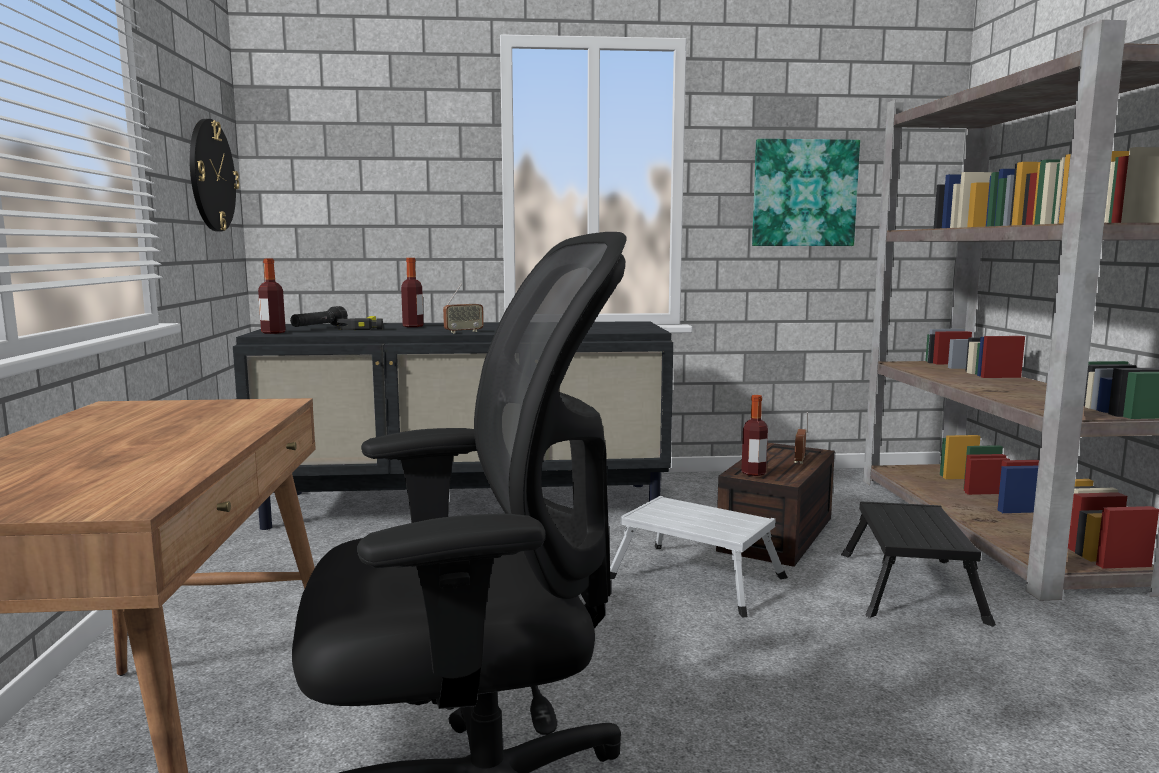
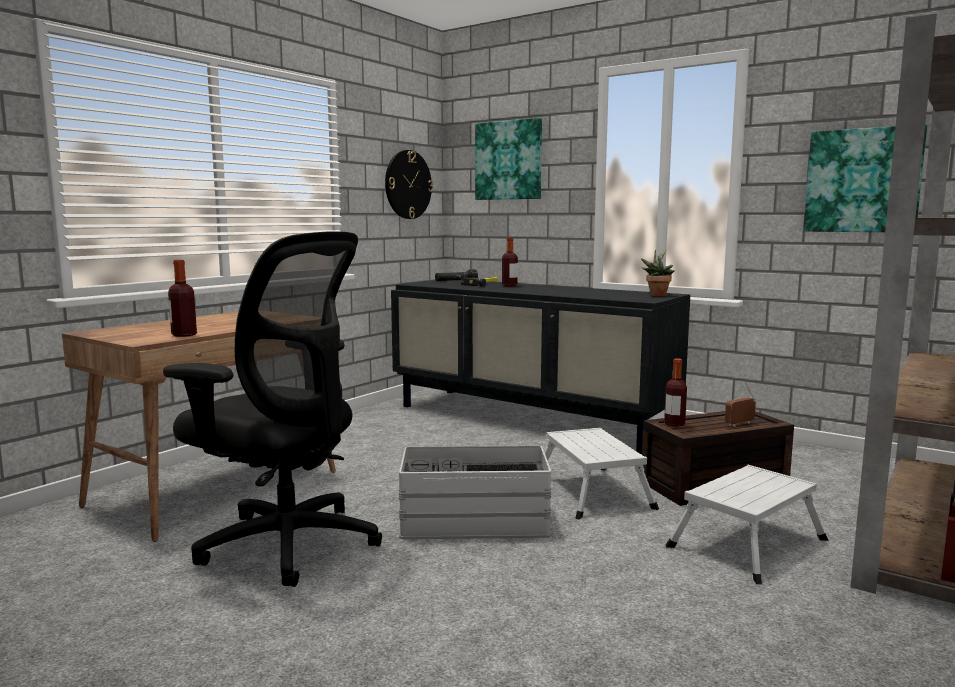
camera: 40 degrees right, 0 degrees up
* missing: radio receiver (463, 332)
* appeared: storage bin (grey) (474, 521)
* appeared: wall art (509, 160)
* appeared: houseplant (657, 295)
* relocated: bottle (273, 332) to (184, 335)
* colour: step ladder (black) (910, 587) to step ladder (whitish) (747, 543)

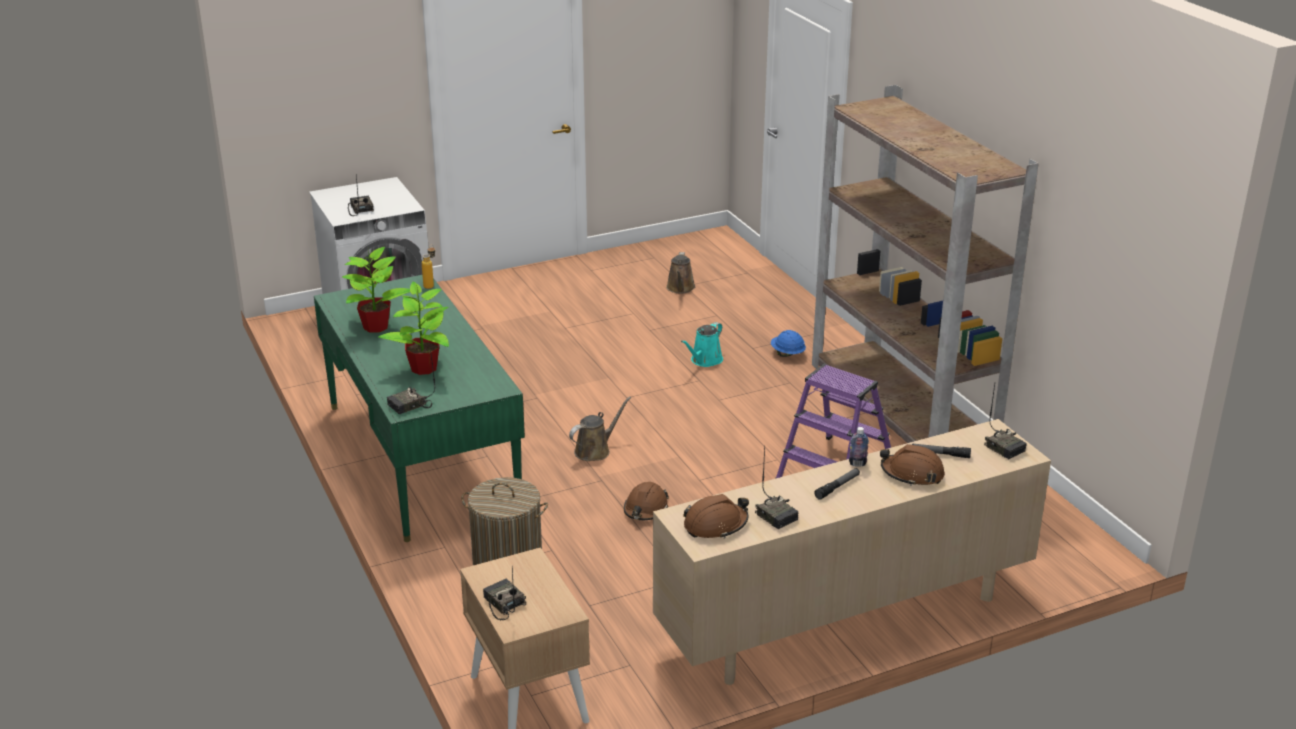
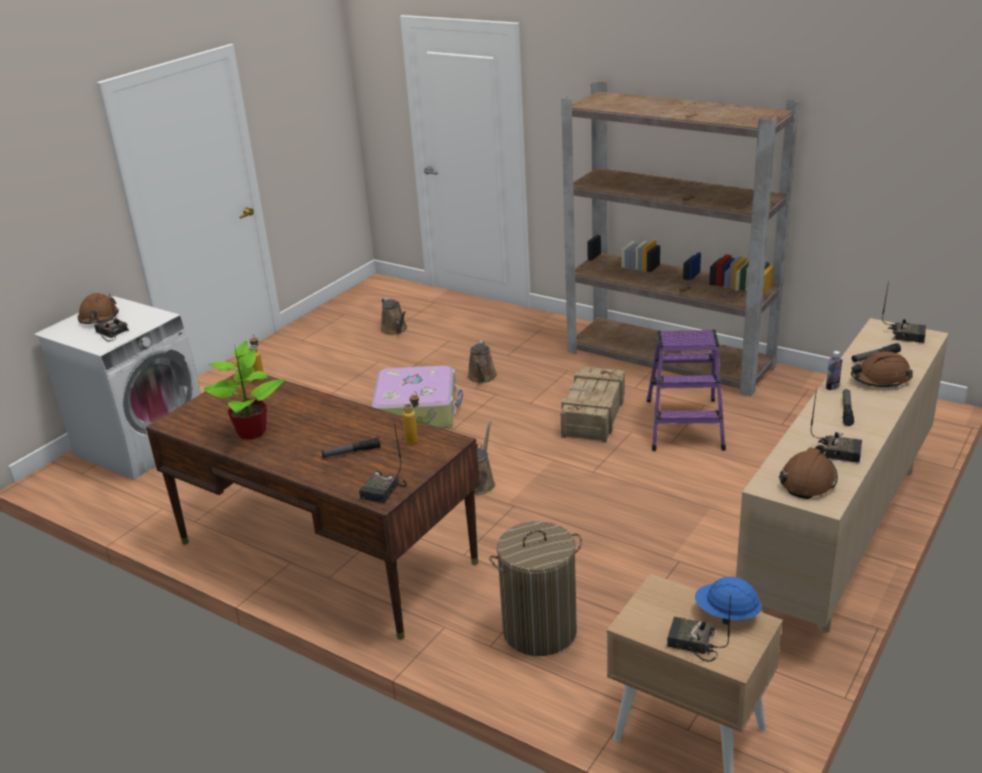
camera: 30 degrees left, 0 degrees up
* appeared: travel case (417, 410)
* appeared: bottle (414, 439)
* appeared: crate (593, 415)
* relocated: hard hat (brown-coloured) (645, 509) to (99, 318)
* relocated: hard hat (blue-coloured) (787, 354) to (726, 614)
* exchanged: houseplant (423, 368) to flashlight (351, 452)
* colour: desk (greenish) (421, 457) to desk (brown-coloured) (326, 552)
* colour: watering can (turquoise) (704, 361) to watering can (brown-coloured) (482, 377)

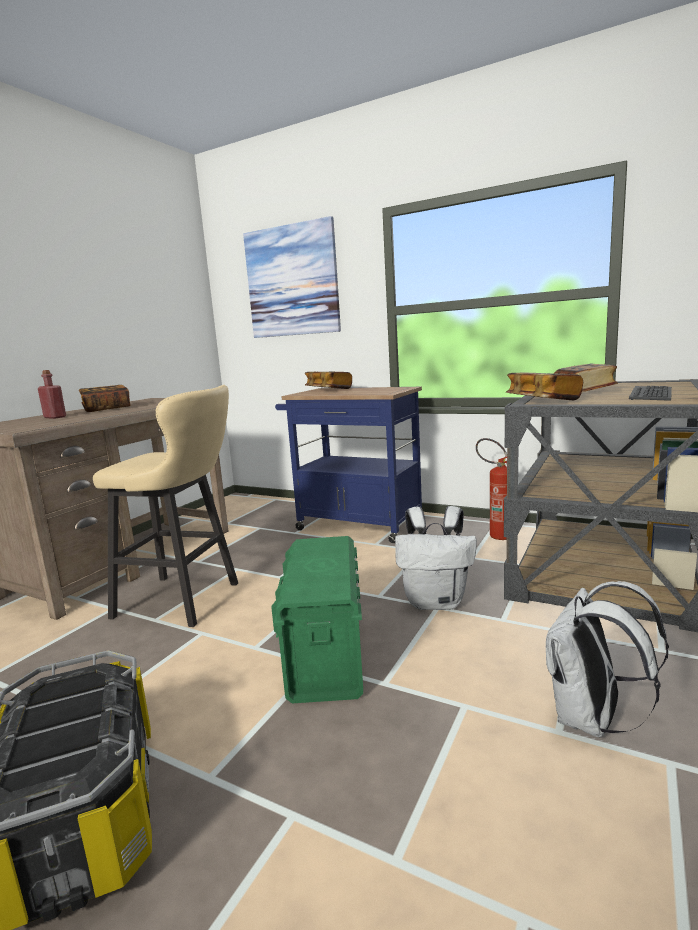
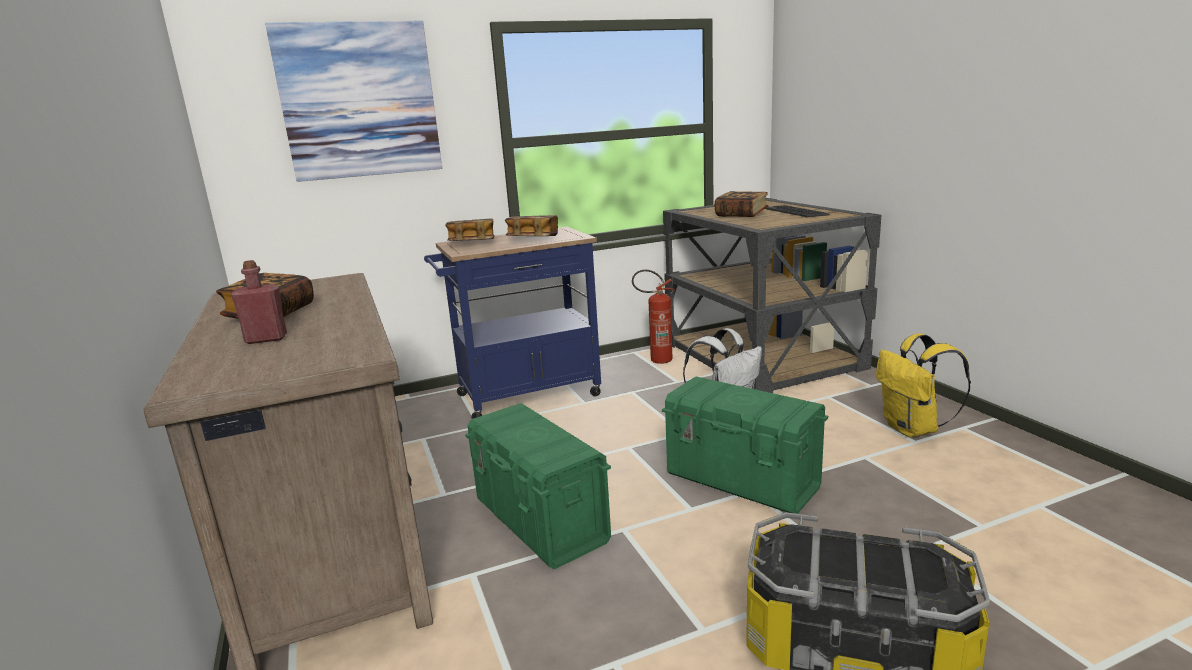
camera: 50 degrees left, 5 degrees up
* relocated: bound book (543, 400) to (533, 239)
* exchanged: stool seat (sand-coloured) (189, 601) to storage bin (greenish) (540, 521)
* colour: knapsack (whitish) (591, 719) to knapsack (yellowish) (913, 429)

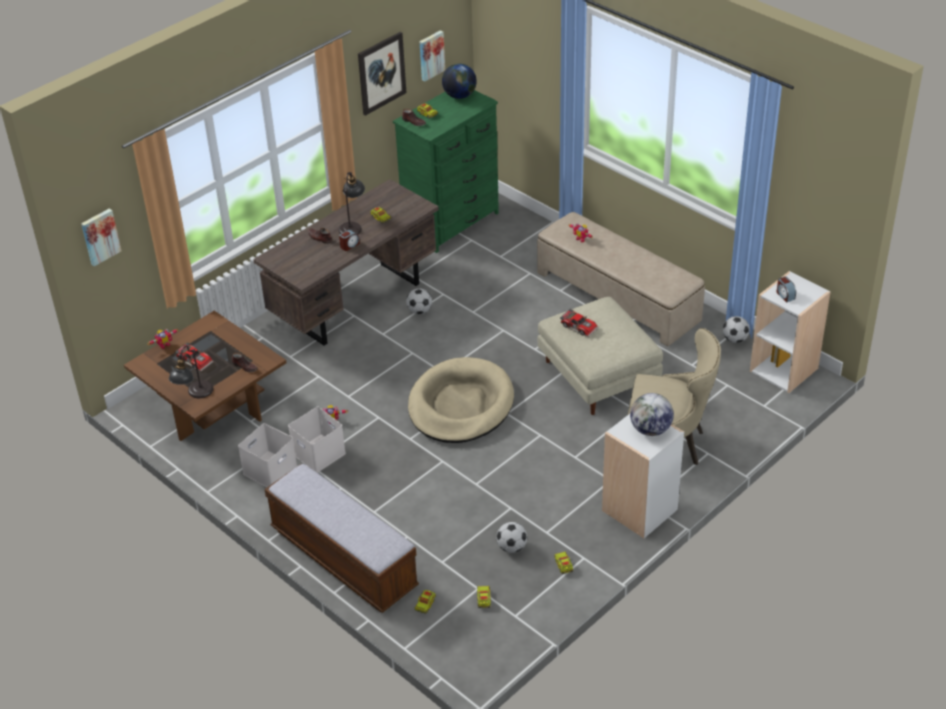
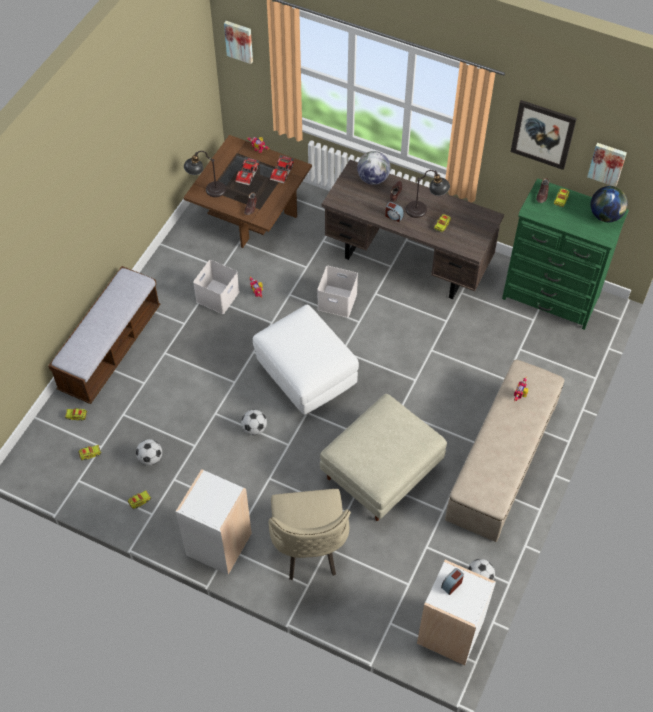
camera: 70 degrees right, 15 degrees up
* relocated: storage bin (whitish) (270, 469) to (338, 300)
* relocated: football ball (419, 311) to (254, 428)
* relocated: model car (579, 326) to (283, 172)
* relocated: globe (650, 430) to (373, 179)
* exchanged: pet bed (sand-coloured) (460, 405) to ottoman (whitish) (305, 375)

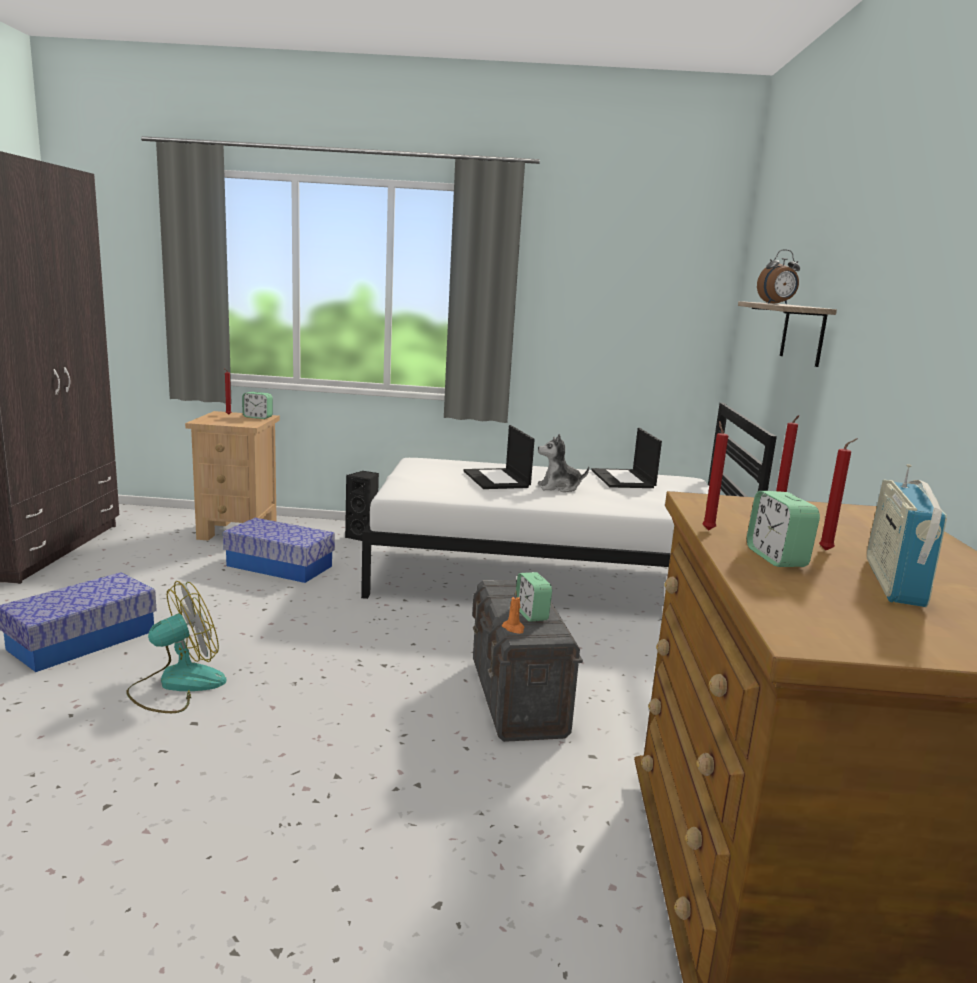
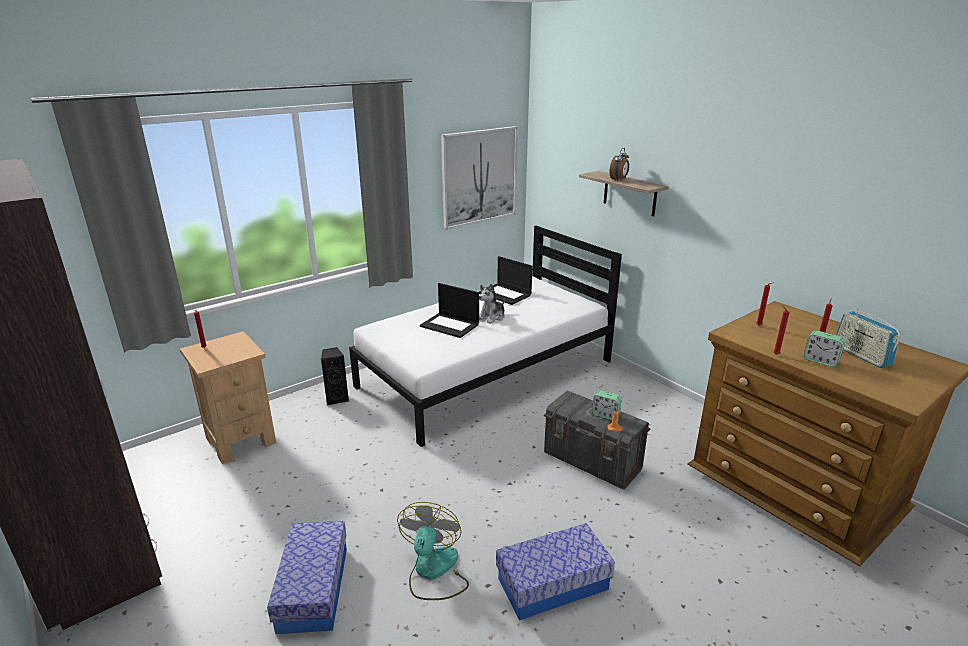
camera: 40 degrees left, 10 degrees up
* missing: bedside clock (257, 417)
* appeared: wall art (479, 176)
* relocated: storage bin (280, 566) to (553, 583)

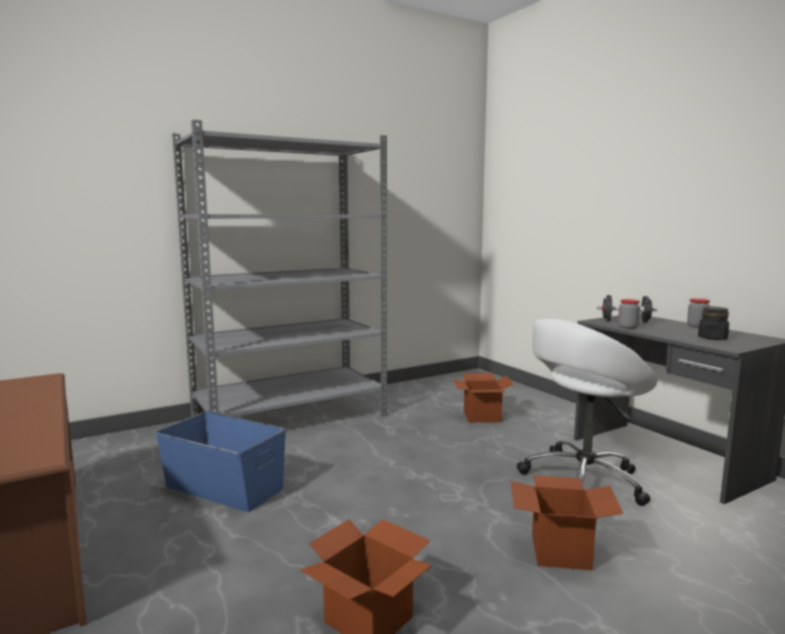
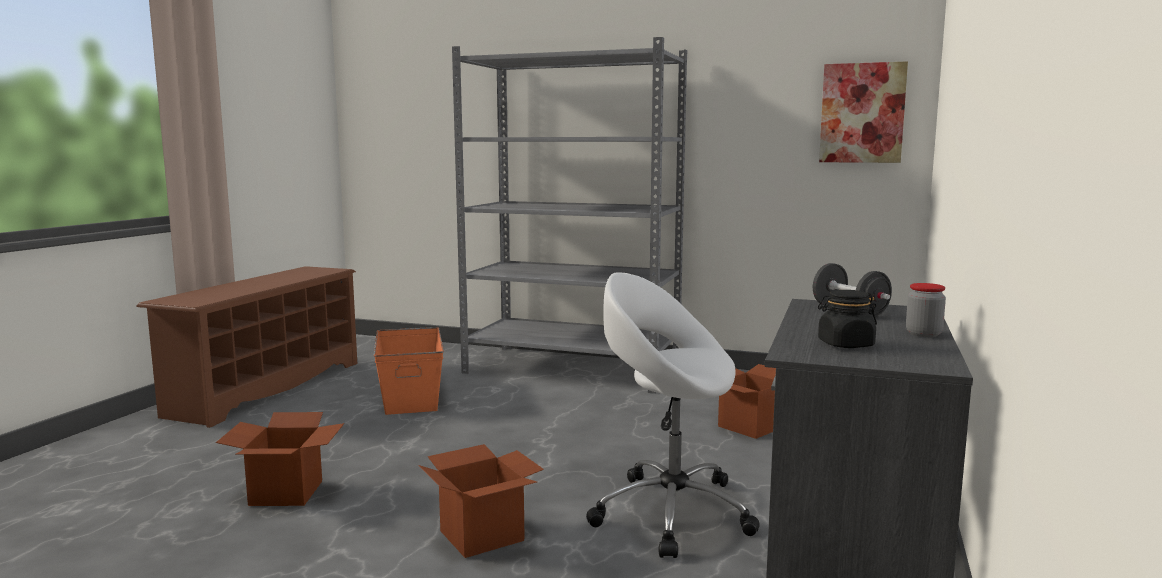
camera: 50 degrees right, 0 degrees up
* missing: preserve jar (628, 327)
* appeared: wall art (862, 113)
* colour: storage bin (blue-coloured) (224, 487) to storage bin (orangey) (411, 395)

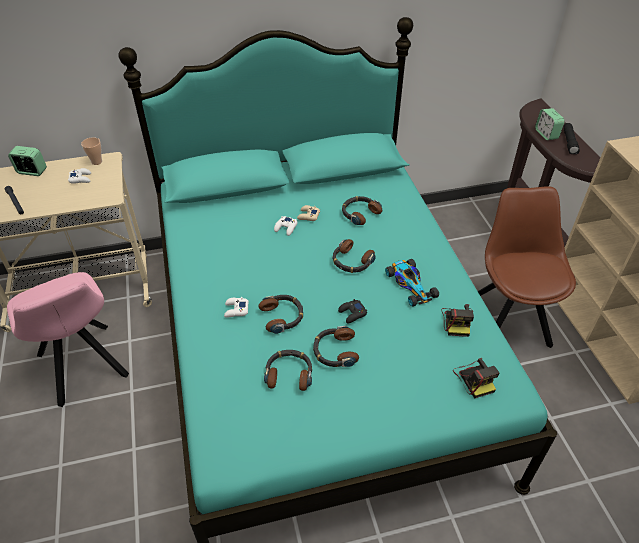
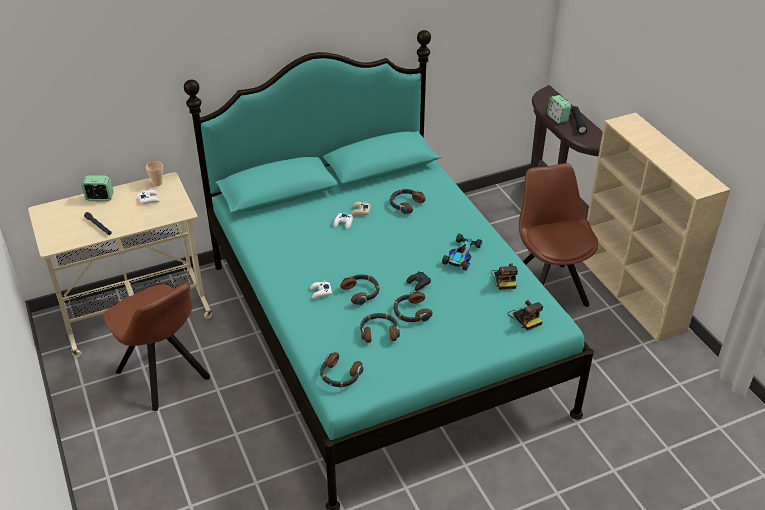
camera: 10 degrees left, 5 degrees down
* relocated: pair of headphones (351, 261) to (340, 375)
* colour: upright chair (pinkish) (83, 365) to upright chair (brown-coloured) (164, 375)
* spun: model car (410, 284) = (461, 256) 120 degrees counterclockwise

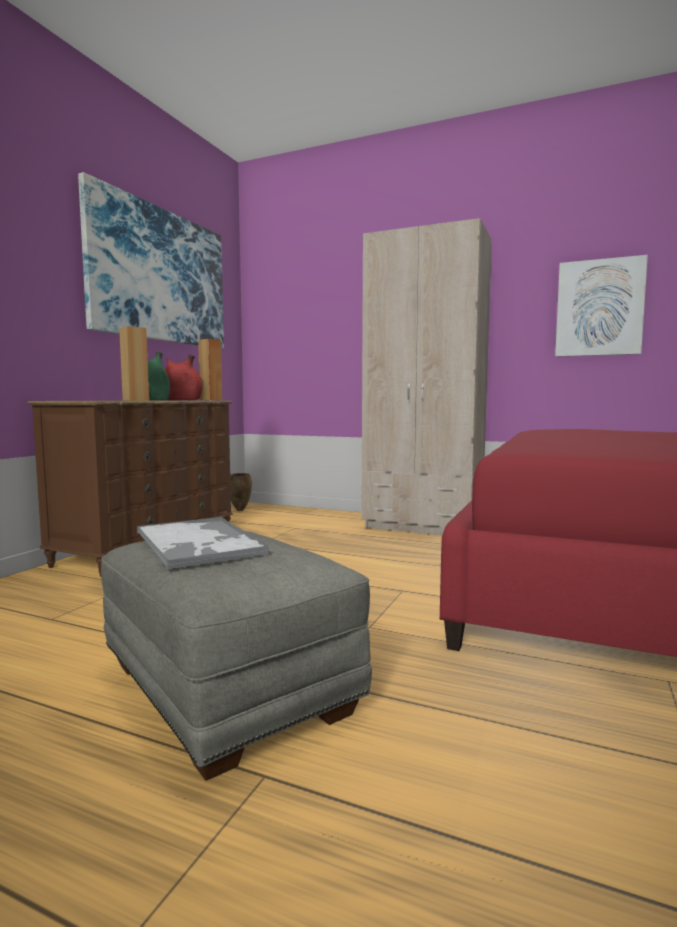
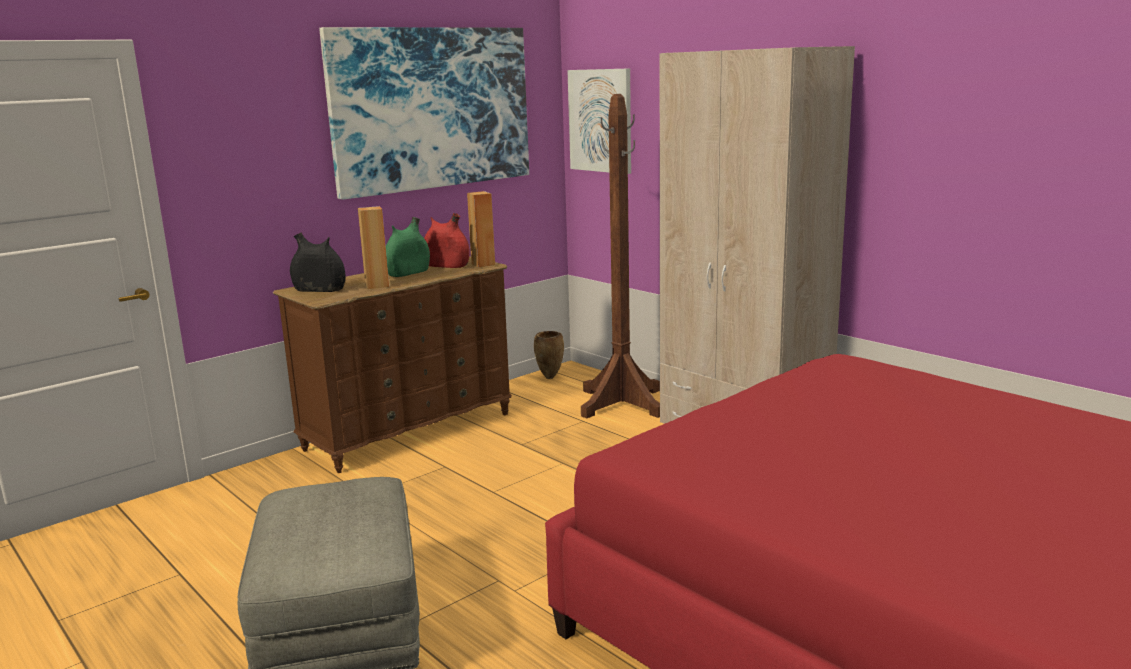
camera: 25 degrees right, 10 degrees up
* missing: serving tray (199, 543)
* appeared: flower vase (black) (319, 290)
* appeared: garment rack (brown-coloured) (622, 403)
* relocated: wall art (599, 308) to (601, 120)

